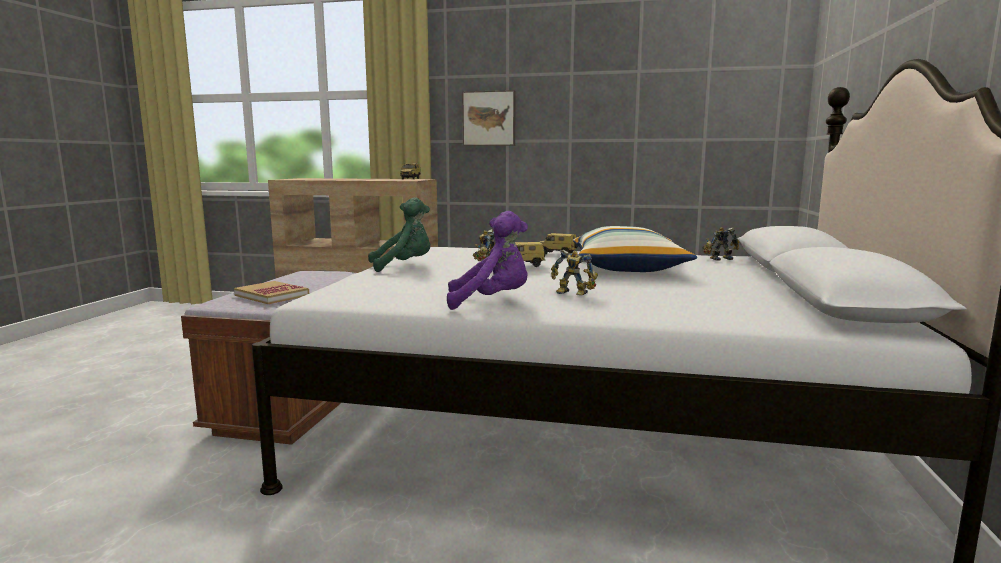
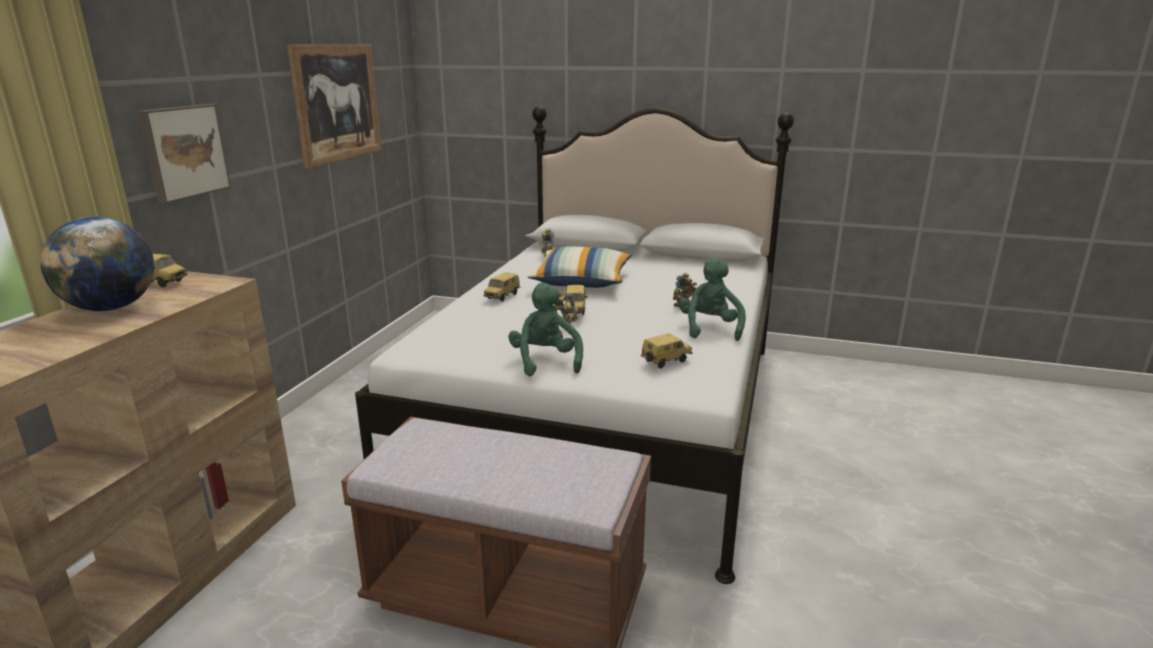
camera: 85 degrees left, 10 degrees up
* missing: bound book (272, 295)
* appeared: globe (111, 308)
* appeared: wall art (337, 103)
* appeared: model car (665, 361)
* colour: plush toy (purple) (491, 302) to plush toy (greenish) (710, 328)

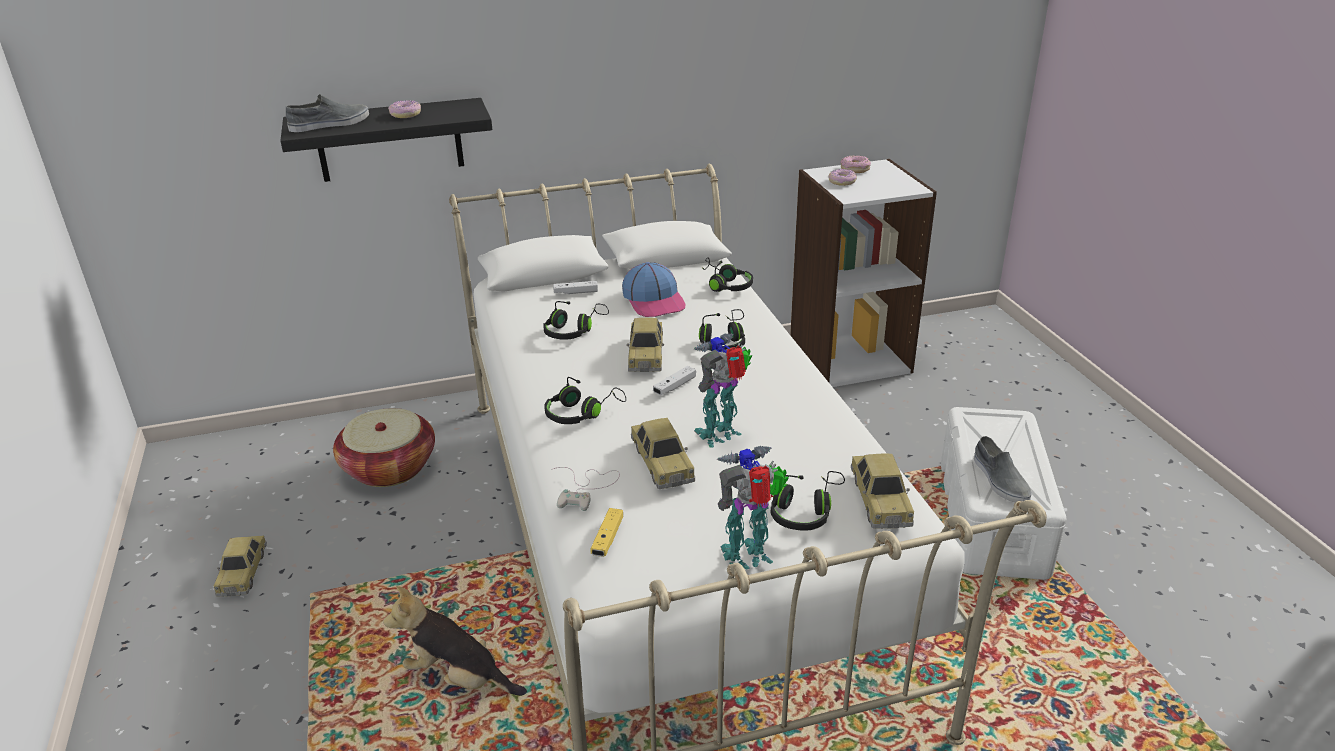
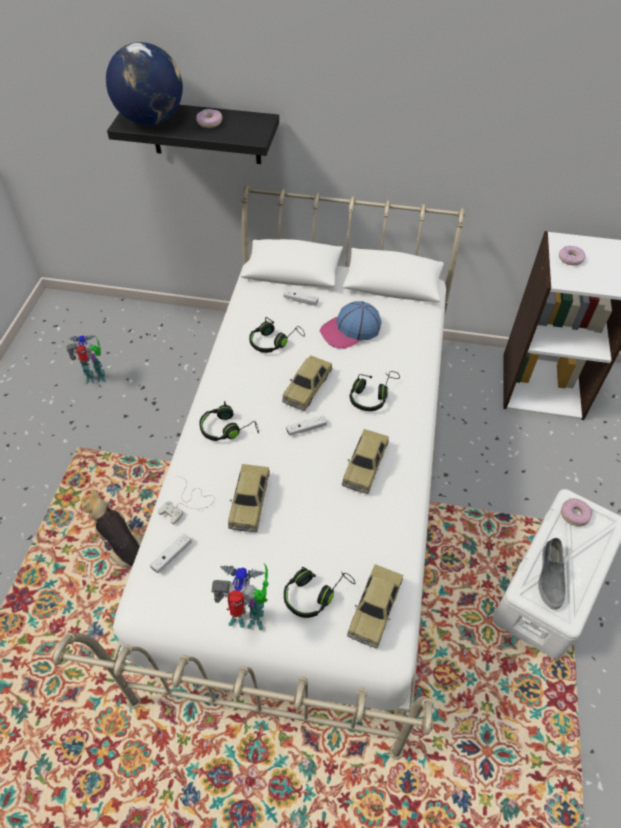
camera: 25 degrees right, 20 degrees up
* missing: storage basket (389, 468)
* missing: pair of headphones (black) (725, 284)
* relocated: model car (243, 572) to (365, 465)
* relocated: model robot (721, 435) to (96, 379)
* relocated: doughnut (855, 169) to (574, 515)
* exchanged: item of footwear (grey) (330, 124) to globe (151, 120)
* colour: gamepad (yellowish) (607, 538) to gamepad (whitish) (172, 556)
* spun: peaked cap (654, 300) = (350, 330) 60 degrees clockwise

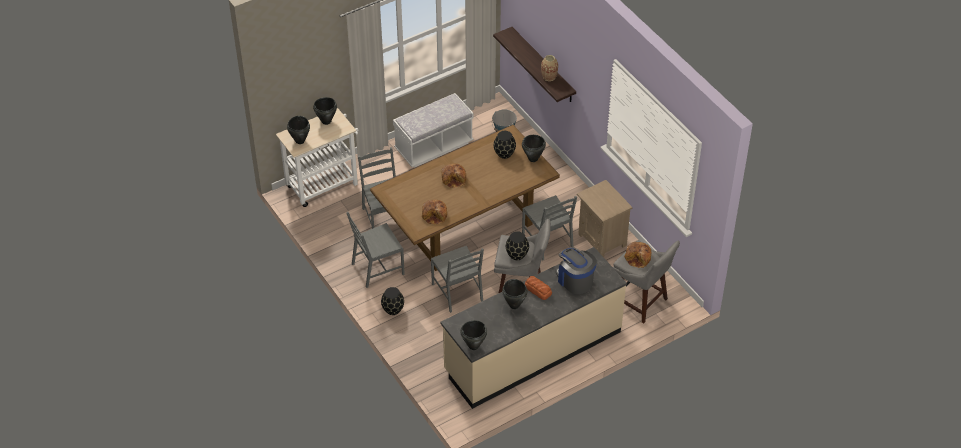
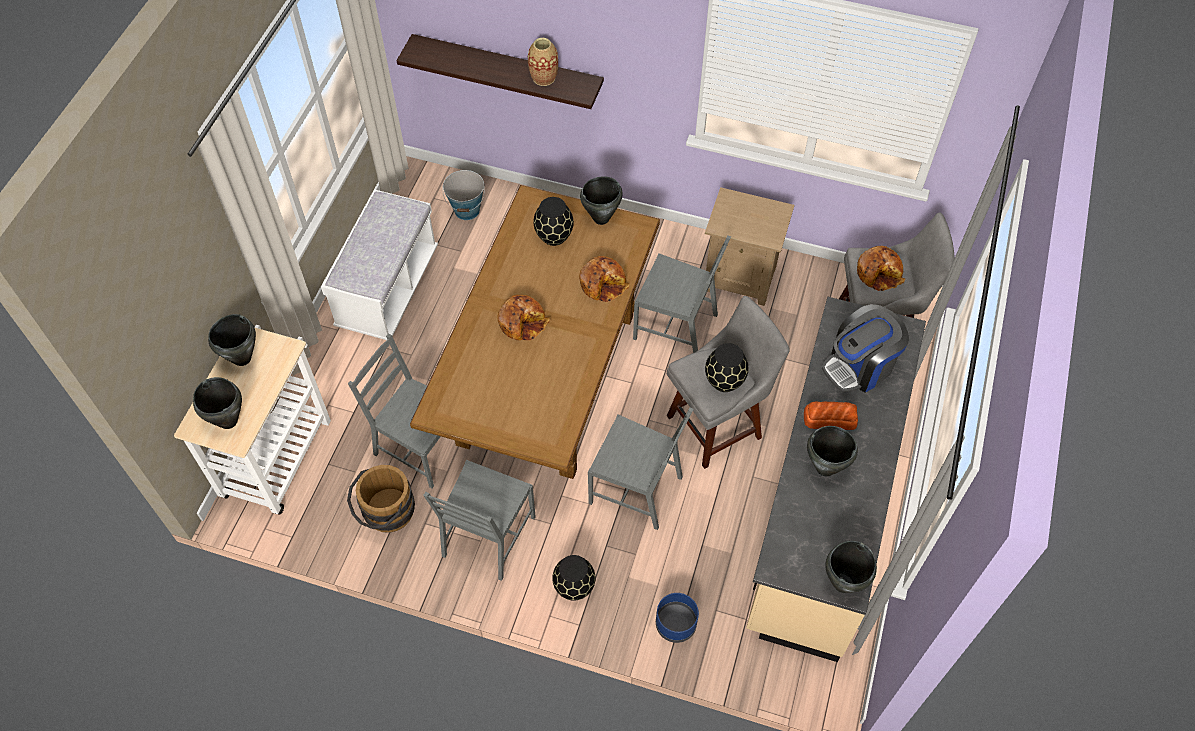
camera: 40 degrees left, 10 degrees up
* appeared: bucket (brown-coloured) (385, 514)
* appeared: plant pot (blue-coloured) (675, 624)
* relocated: baked bread (435, 215) to (603, 283)
* spun: coffee machine (574, 280) = (859, 366) 45 degrees counterclockwise

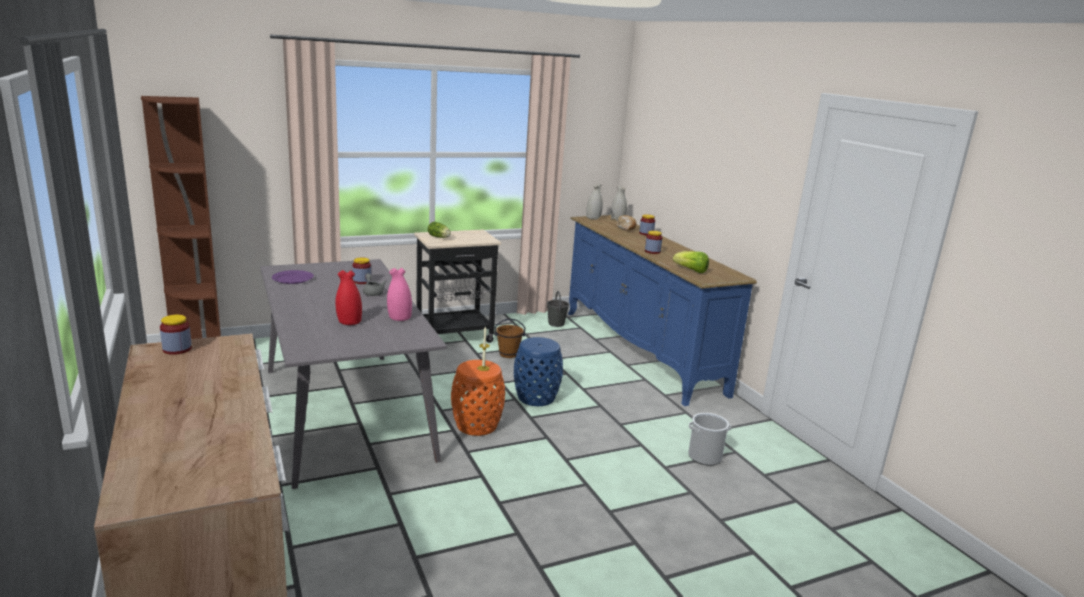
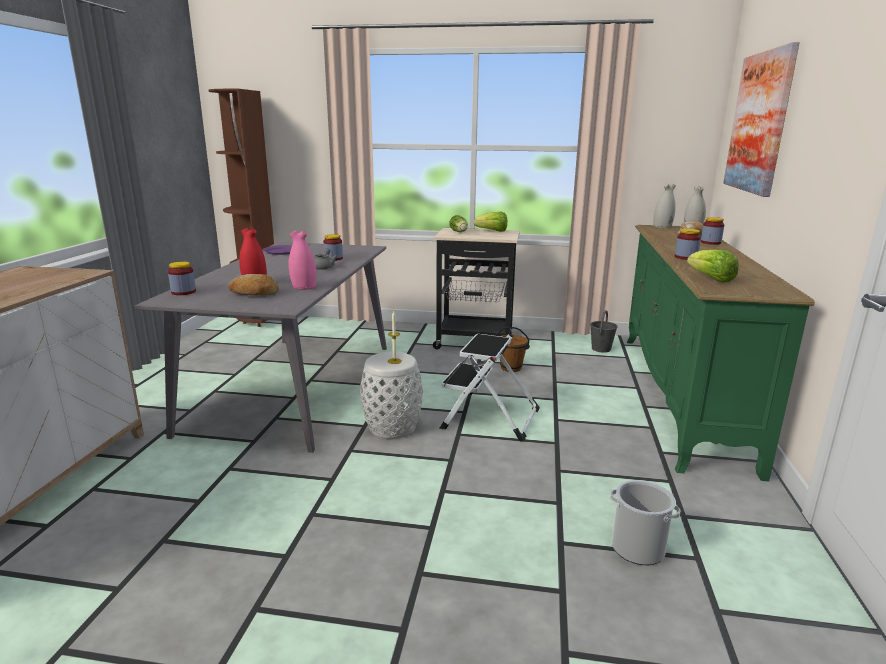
camera: 35 degrees right, 0 degrees up
* appeared: baked bread (254, 293)
* appeared: lettuce head (492, 231)
* appeared: wall art (759, 122)
* relocated: preserve jar (177, 349) to (183, 292)
* exchanged: stool seat (blue-coloured) (536, 398) to step ladder (489, 416)
* colour: stool seat (orangey) (477, 425) to stool seat (whitish) (392, 427)
* colour: storage cabinet (blue-coloured) (639, 351) to storage cabinet (greenish) (678, 394)

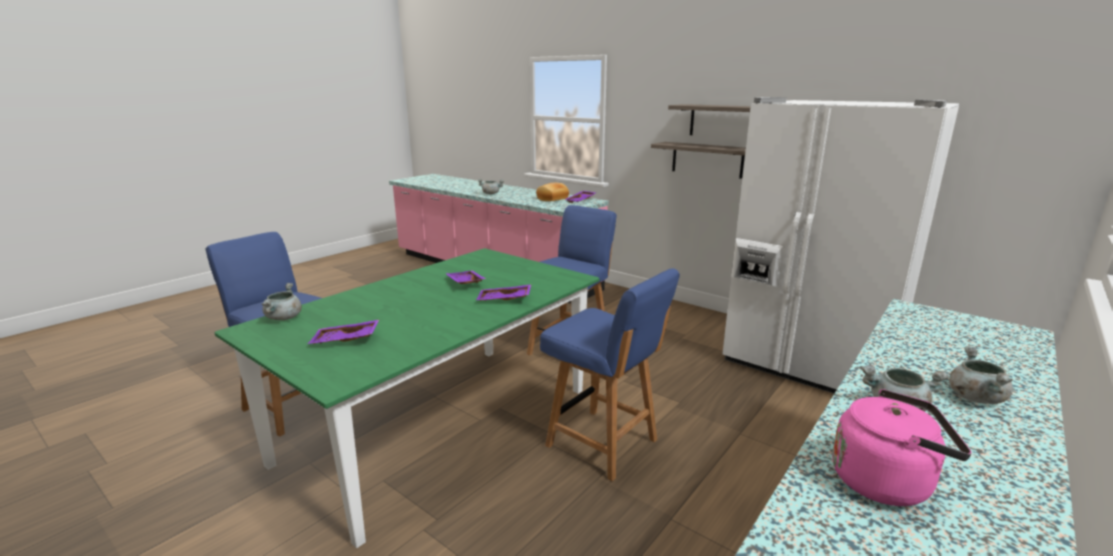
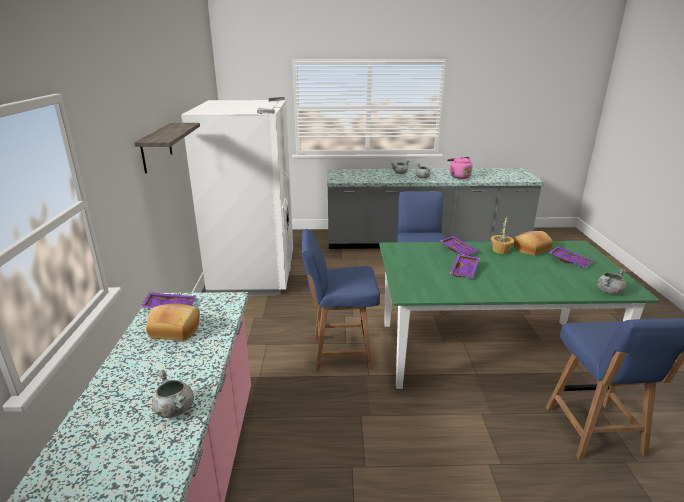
camera: 130 degrees left, 5 degrees up
* missing: wall shelf (707, 159)
* appeared: houseplant (500, 250)
* appeared: baked bread (530, 249)

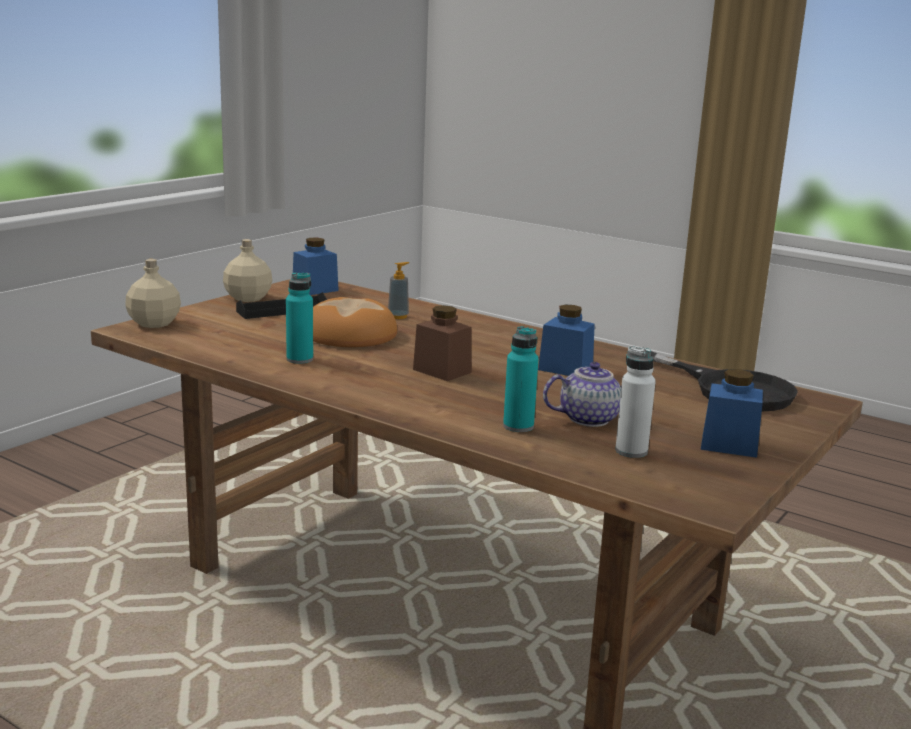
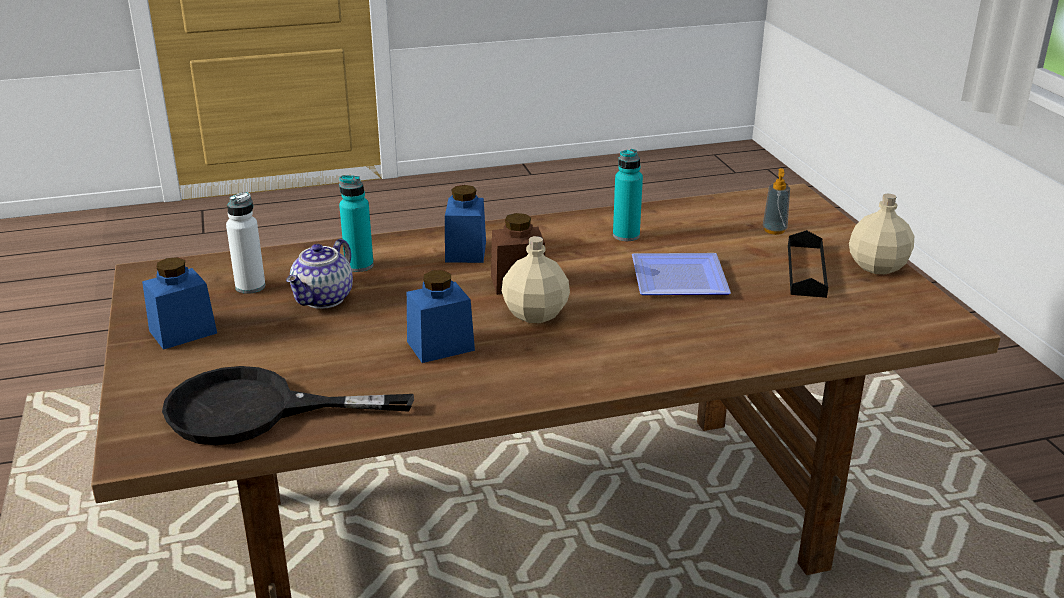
camera: 130 degrees right, 10 degrees up
* relocated: bottle (sand-coloured) (154, 324) to (534, 314)
* relocated: preserve jar (blue-coloured) (315, 290) to (465, 251)
* relocated: soap dispenser (398, 316) to (774, 230)
* exchanged: baked bread (349, 334) to flat dish (681, 277)

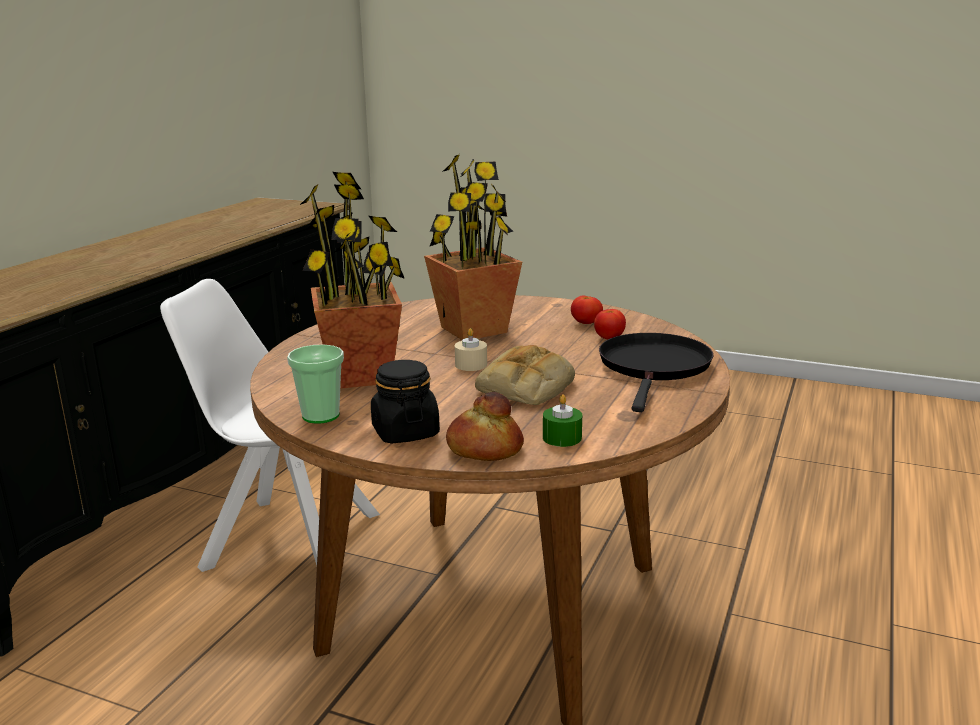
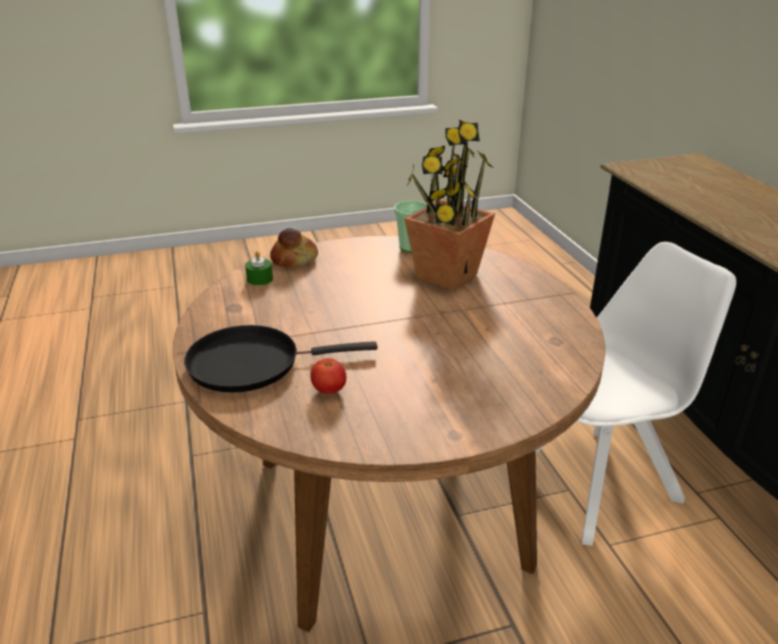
camera: 140 degrees right, 10 degrees up
* missing: preserve jar (black) (405, 432)
* missing: houseplant (473, 329)
* missing: wax light (sand-coloured) (471, 365)
* missing: baked bread (526, 388)
* missing: whole tomato (586, 323)
* spun: pan (black) (654, 367) = (252, 363) 105 degrees clockwise

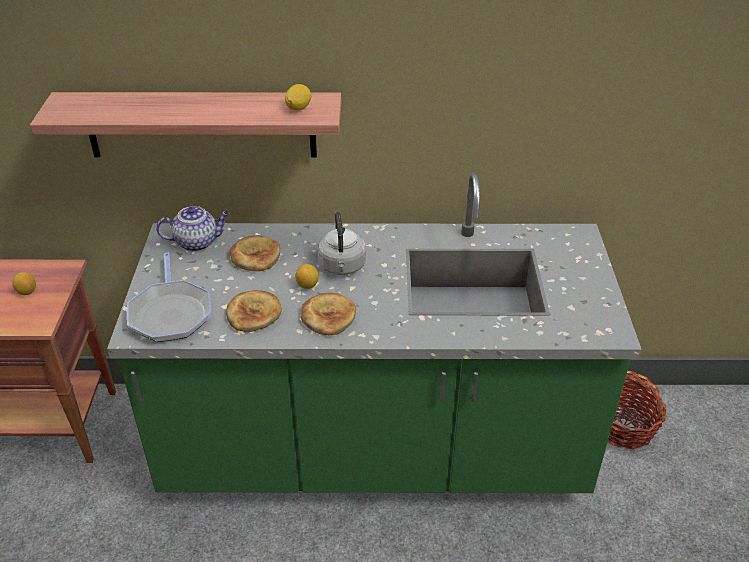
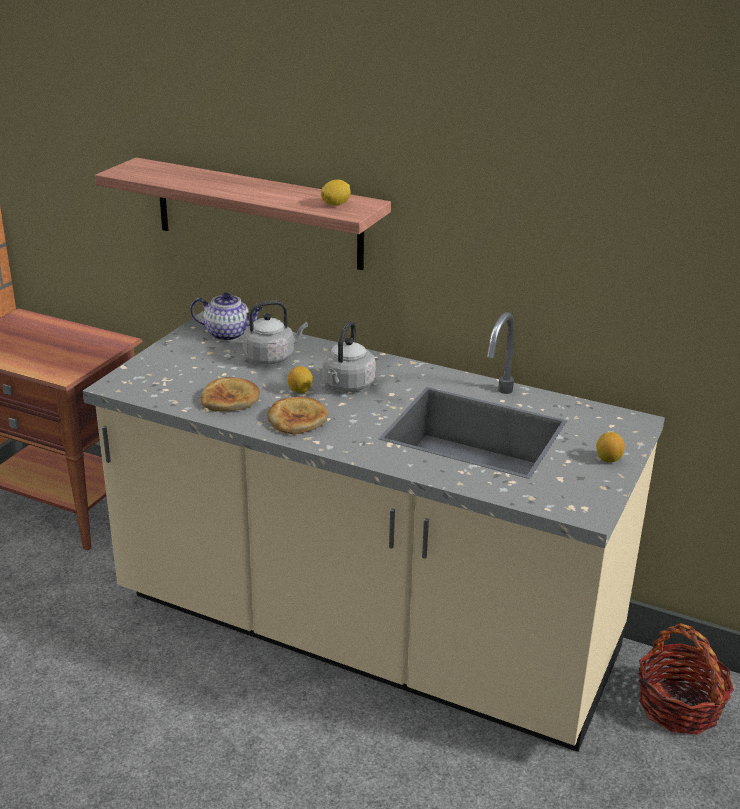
camera: 25 degrees right, 10 degrees down
* missing: pan (170, 313)
* relocated: whole lemon (27, 292) to (608, 459)
* exchanged: baked bread (255, 256) to kettle (grey) (272, 357)
* colour: kitchen counter (greenish) (374, 450) to kitchen counter (sand-coloured) (365, 630)

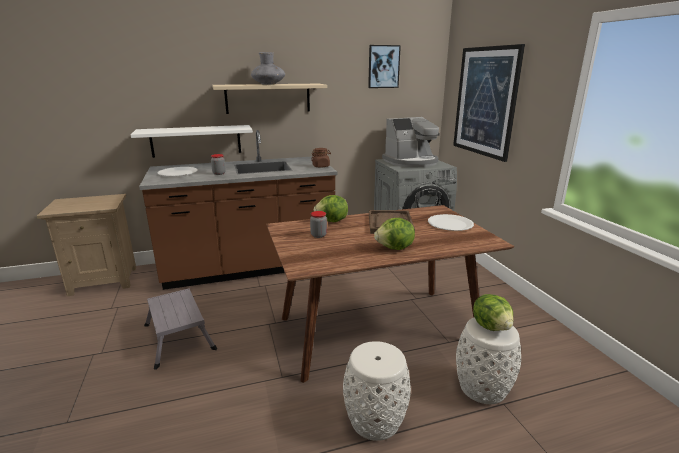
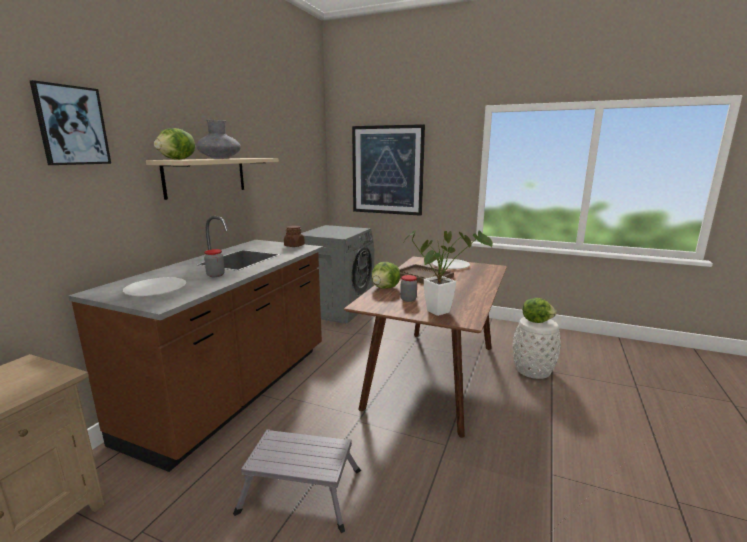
camera: 50 degrees left, 5 degrees down
* missing: wall shelf (whitish) (196, 141)
* missing: stool seat (whitish) (375, 420)
* missing: coffee machine (411, 162)
* appeared: houseplant (442, 311)
* relocated: wall art (383, 66) to (72, 125)
* relocated: lettuce head (395, 248) to (178, 159)

